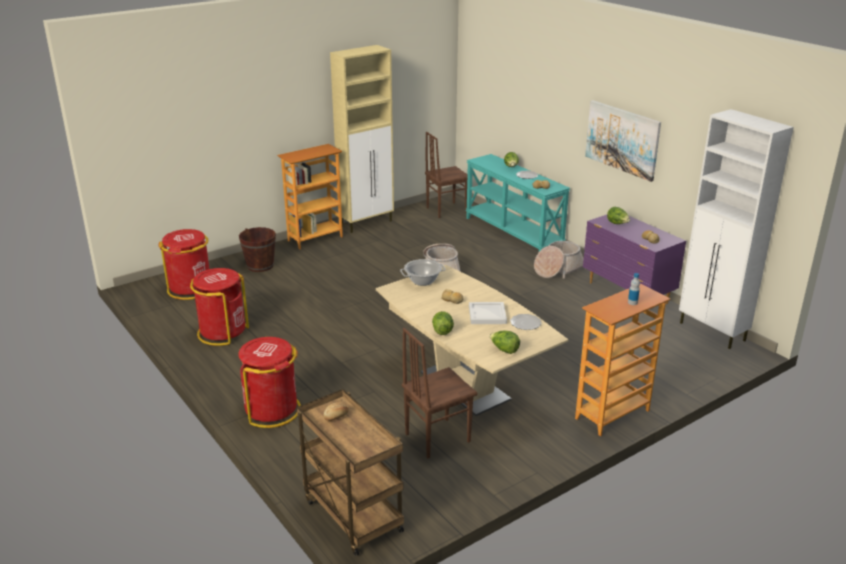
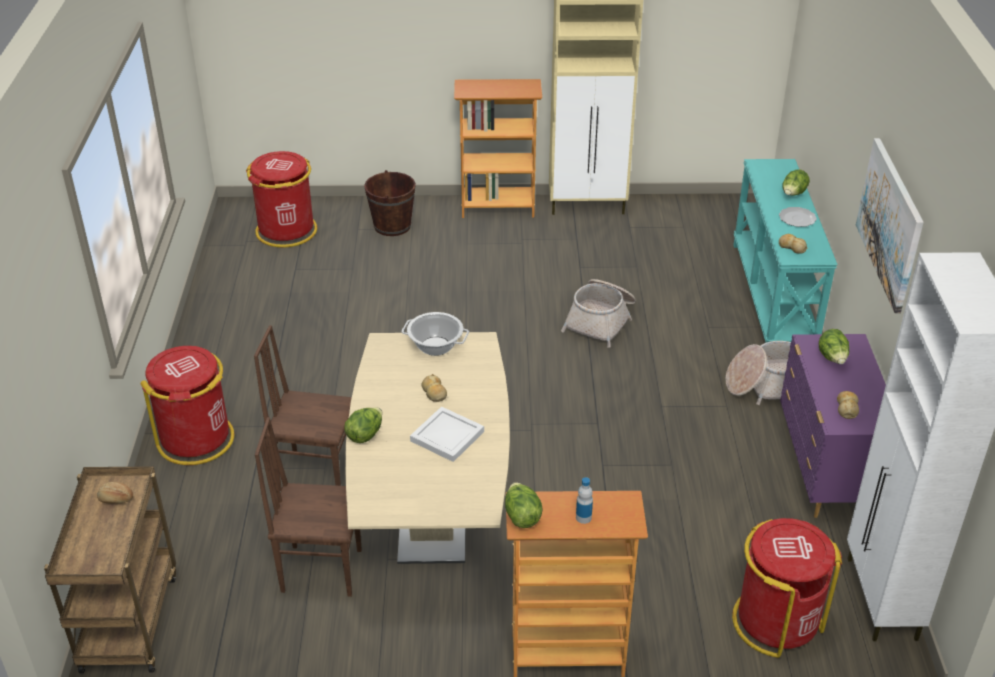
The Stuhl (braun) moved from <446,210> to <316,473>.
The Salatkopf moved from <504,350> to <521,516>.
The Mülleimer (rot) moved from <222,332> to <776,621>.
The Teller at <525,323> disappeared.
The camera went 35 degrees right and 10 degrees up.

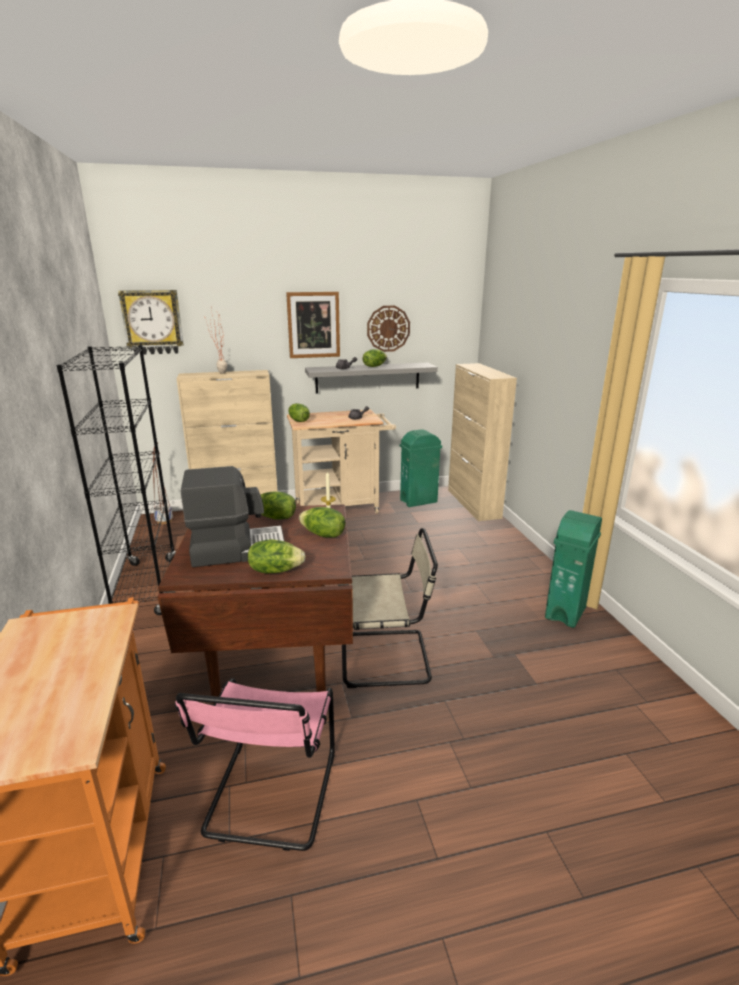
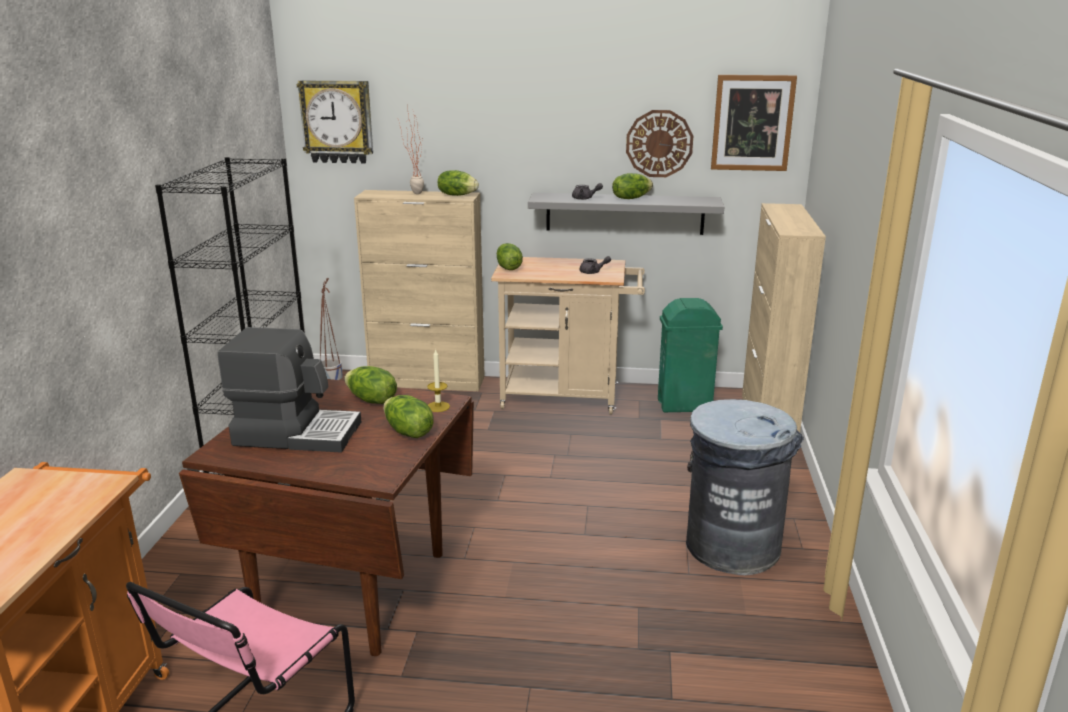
The Salatkopf moved from <275,570> to <457,195>.
The Mülleimer (grau) at <732,546> appeared.
The Bild moved from <313,325> to <752,123>.
The Stuhl (beige) at <388,658> disappeared.
The Mülleimer (grün) at <566,611> disappeared.
The camera went 20 degrees right and 0 degrees up.

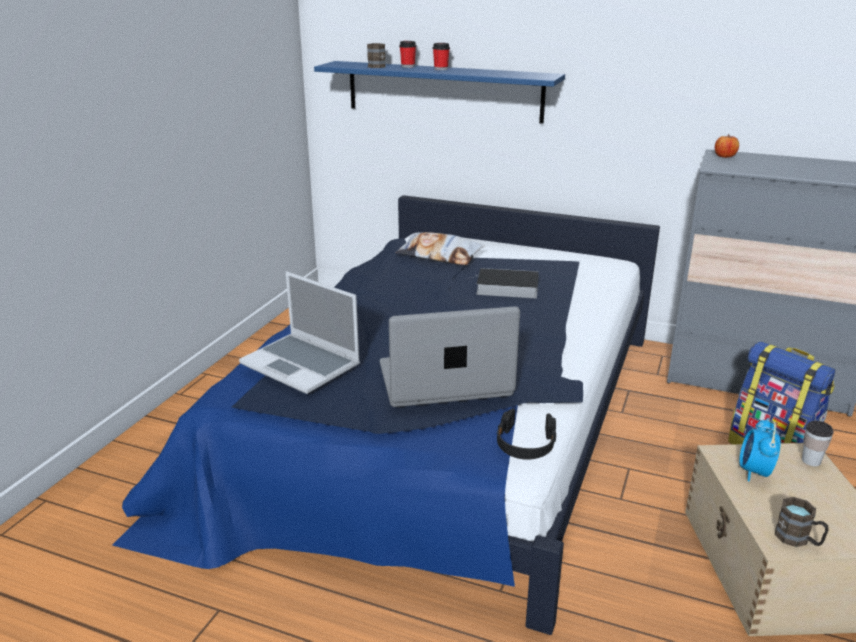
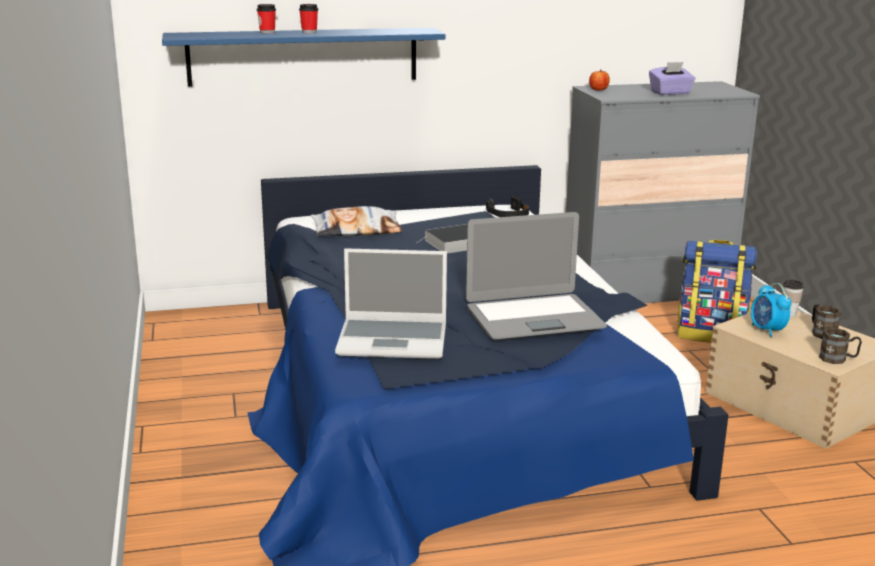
The Laptop at <445,381> turned 150 degrees counterclockwise.
The Kopfhörer (schwarz) moved from <525,443> to <508,215>.
The Taschentuchbox (lila) at <670,93> appeared.
The Henkelbecher (braun) moved from <378,66> to <821,332>.
The camera went 35 degrees left and 5 degrees down.

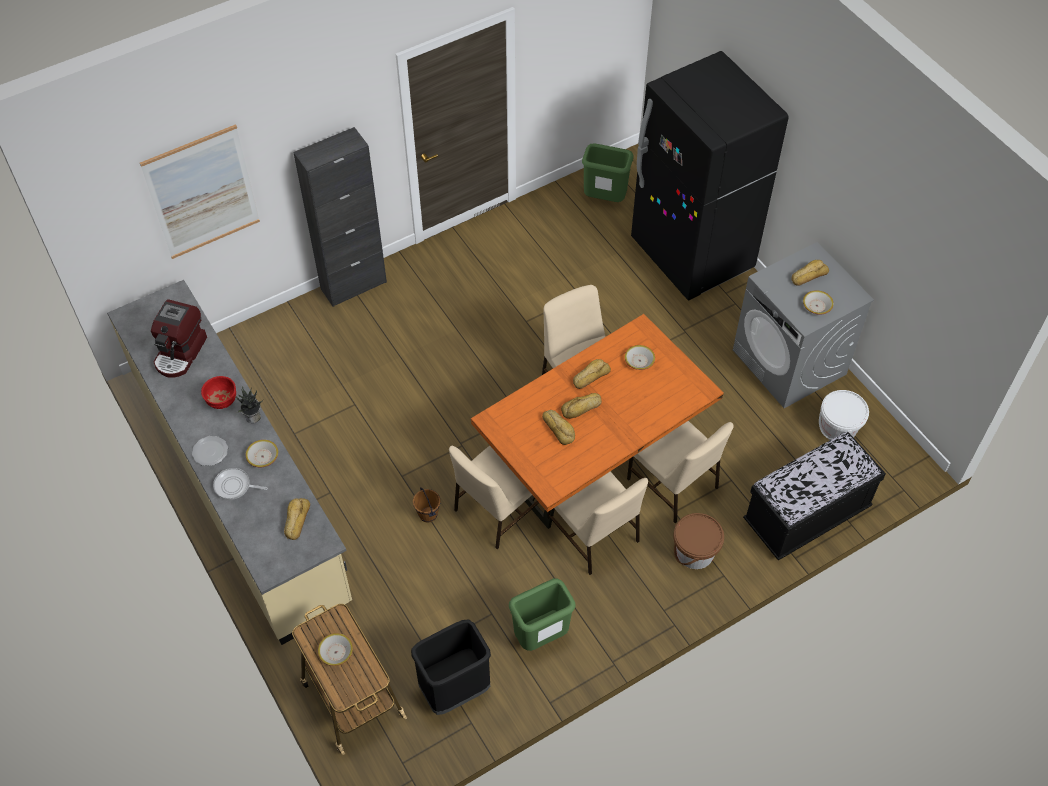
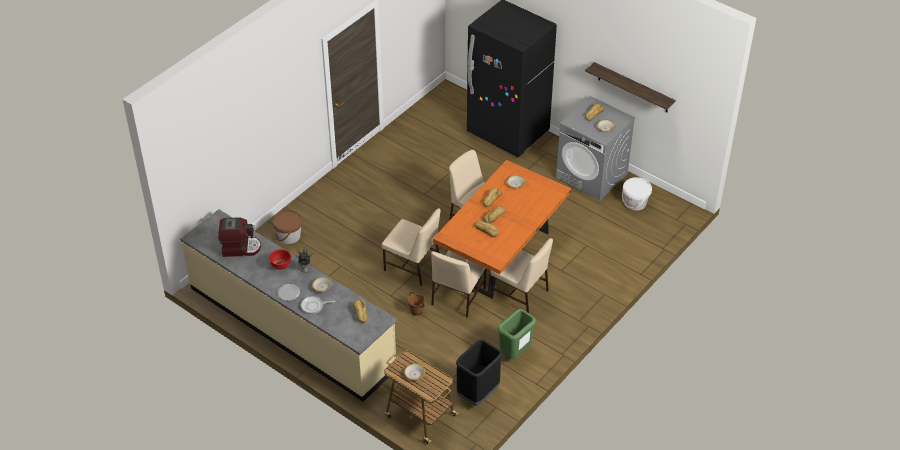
The Kaffeemaschine at <181,353> turned 90 degrees counterclockwise.
The Eimer (braun) moved from <694,552> to <289,236>.
The Stuhl (beige) moved from <673,485> to <413,266>.
The Wandregal at <633,88> appeared.
The Bild at <202,192> disappeared.
The Schrank (schwarz) at <353,285> disappeared.
The Mülleimer (grün) at <605,199> disappeared.
The Bank (schwarz) at <806,515> disappeared.
The camera went 20 degrees left and 10 degrees down.

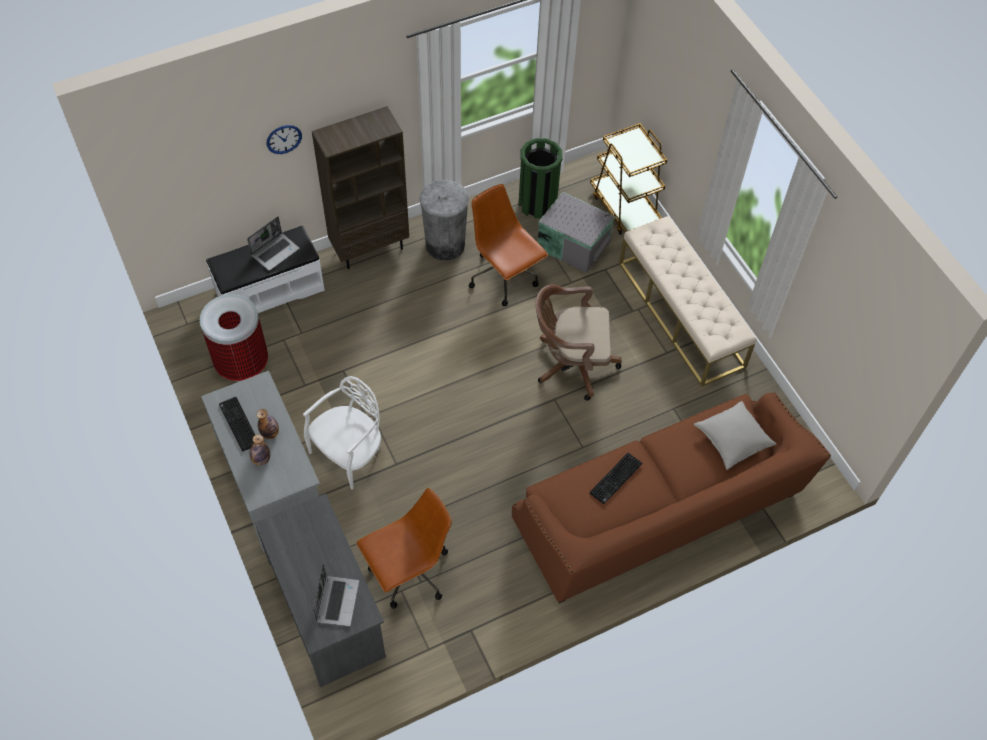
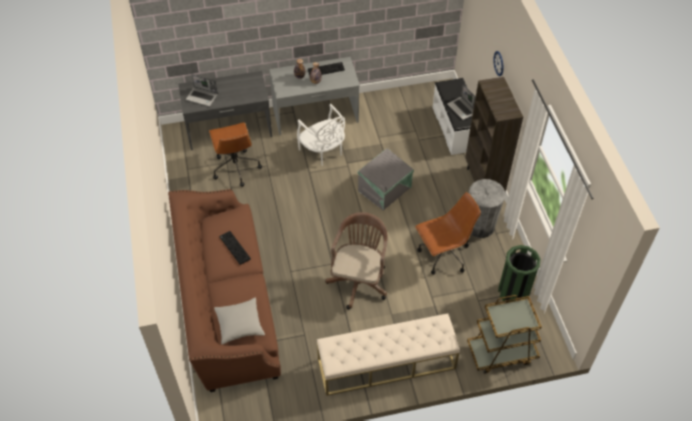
The Aufbewahrungsbox (grau) moved from <573,244> to <385,189>.
The Mülleimer at <242,363> disappeared.
The camera went 105 degrees right and 5 degrees down.

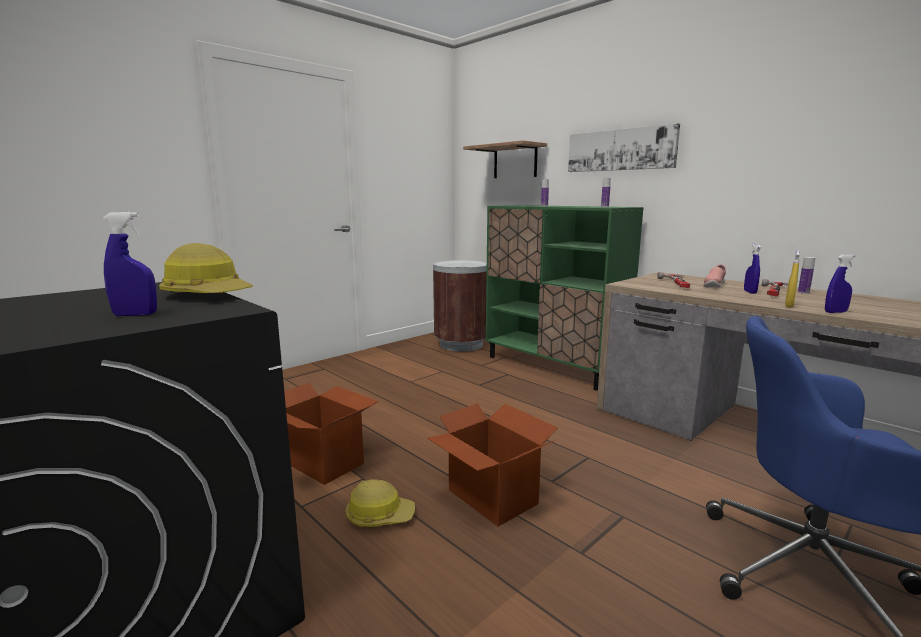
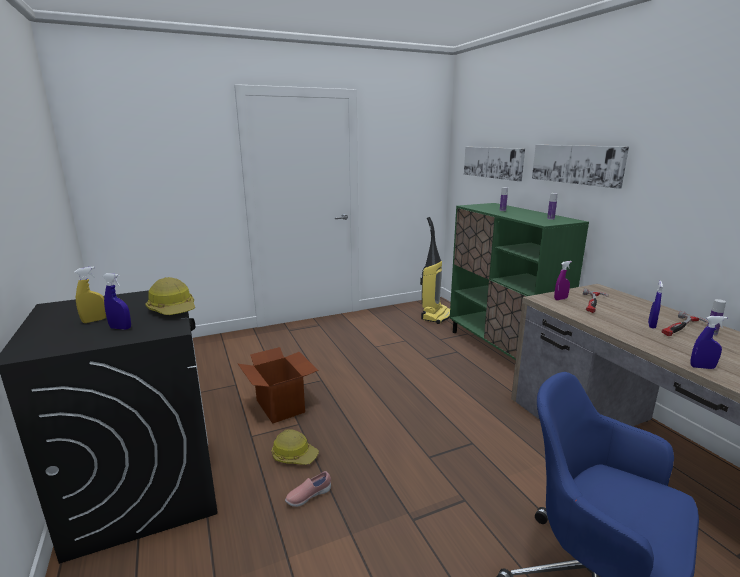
The Sprühflasche (gelb) moved from <789,305> to <94,320>.
The Schuh (rosa) moved from <713,286> to <308,496>.
The Mülleimer (braun) at <461,344> was replaced by the Staubsauger at <436,316>.
The Wandregal at <515,161> was replaced by the Bild at <493,162>.
The Sprühflasche (lila) at <560,299> appeared.
The Karton at <491,497> disappeared.
The camera went 20 degrees right and 5 degrees up.

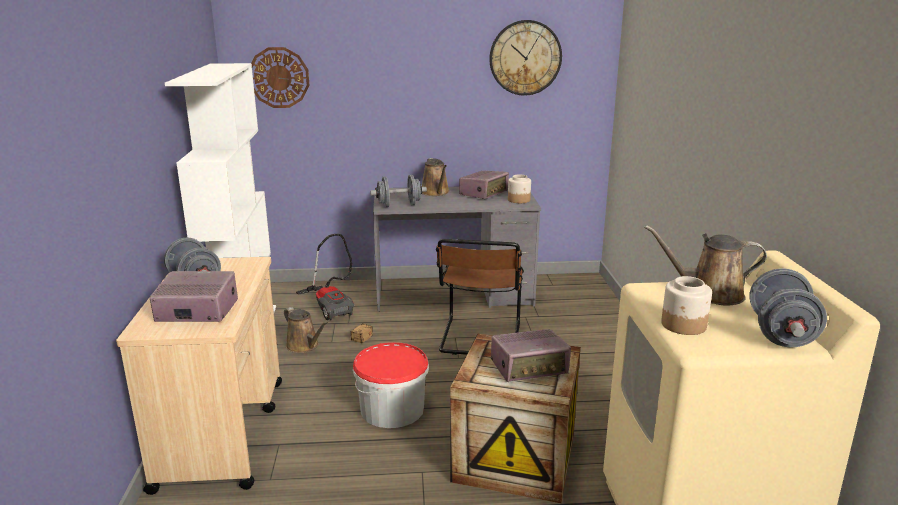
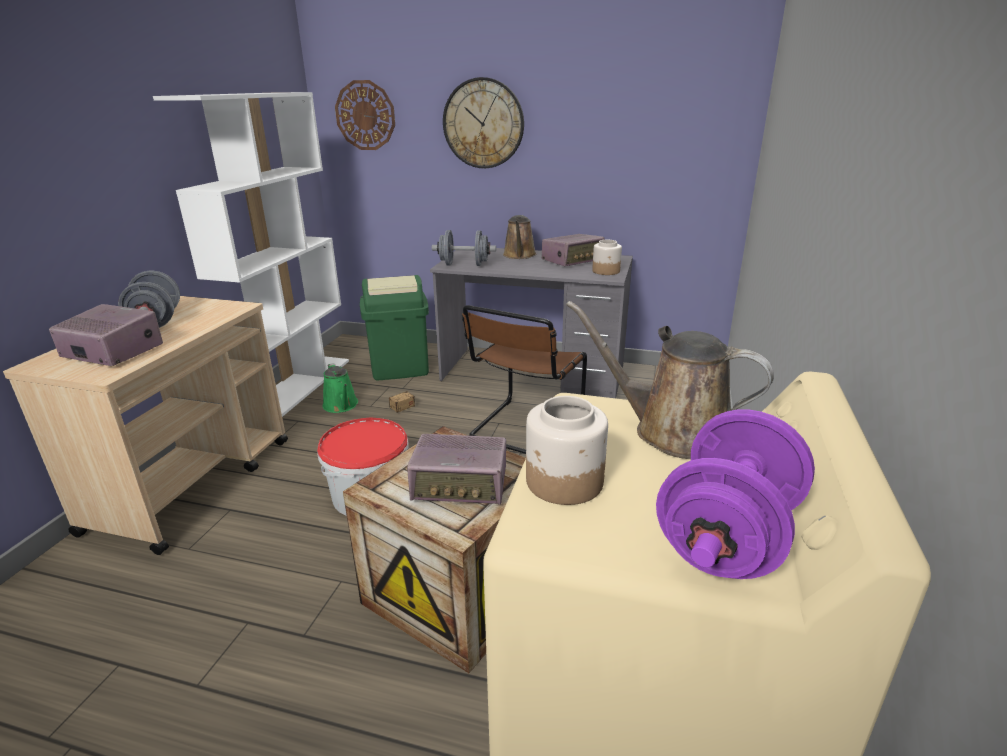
The Gießkanne (braun) at <304,346> became the Gießkanne (grün) at <341,406>.
The Staubsauger at <331,306> was replaced by the Mülleimer (grün) at <399,368>.
The Wanduhr moved from <525,58> to <483,124>.
The Hantel (grau) at <781,333> became the Hantel (lila) at <727,537>.
The camera went 20 degrees right and 5 degrees up.

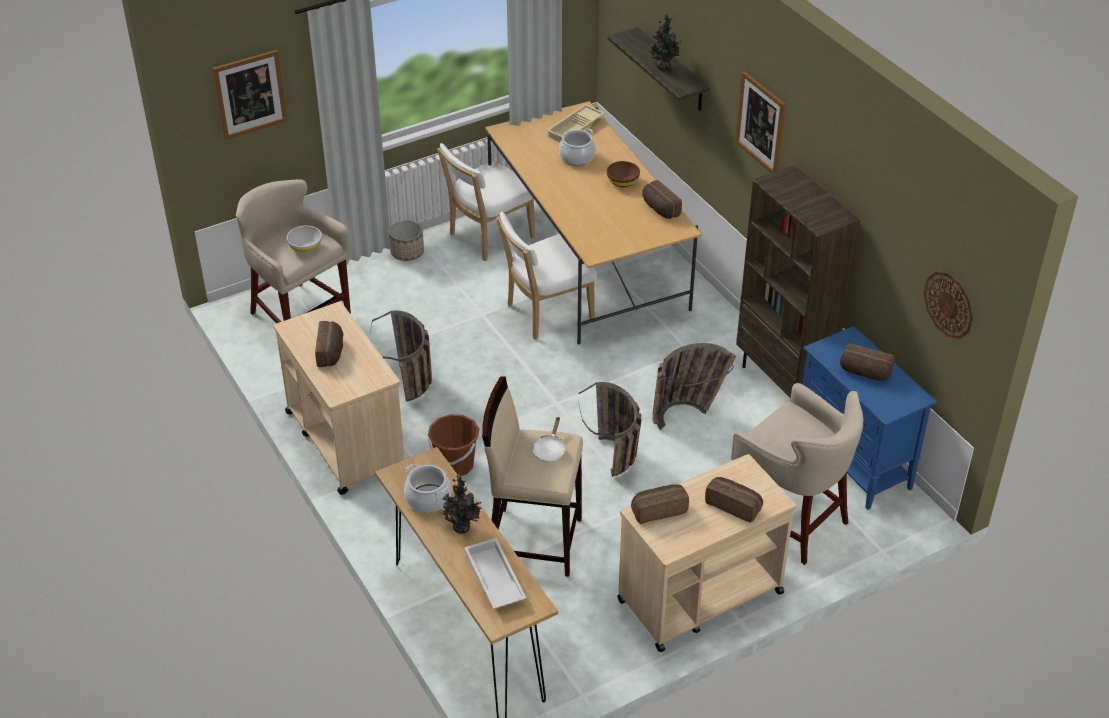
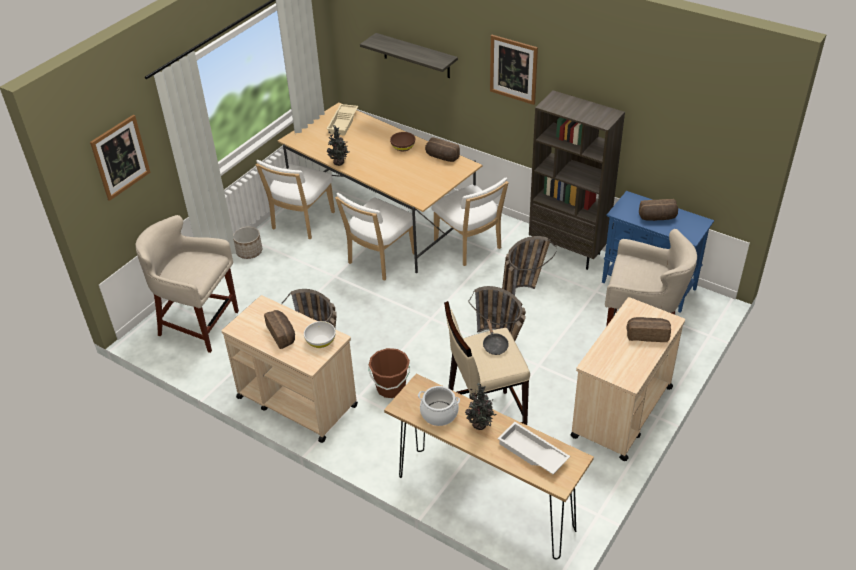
The Schüssel (weiß) moved from <305,247> to <321,341>.
The Topfpflanze moved from <664,68> to <339,163>.
The Stuhl (weiß) at <469,246> appeared.
The Pfanne (weiß) at <549,450> became the Pfanne (schwarz) at <494,345>.
The Kochtopf at <577,157> disappeared.
The Brot at <658,509> disappeared.
The Wanduhr at <949,304> disappeared.
The camera went 25 degrees left and 0 degrees up.

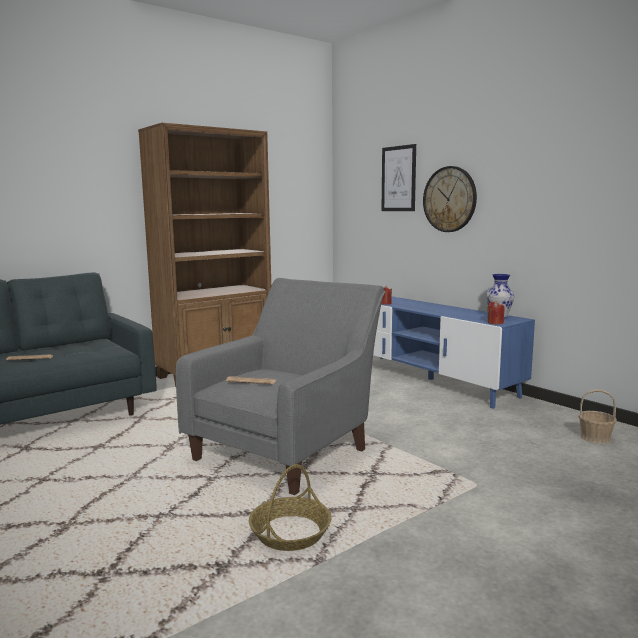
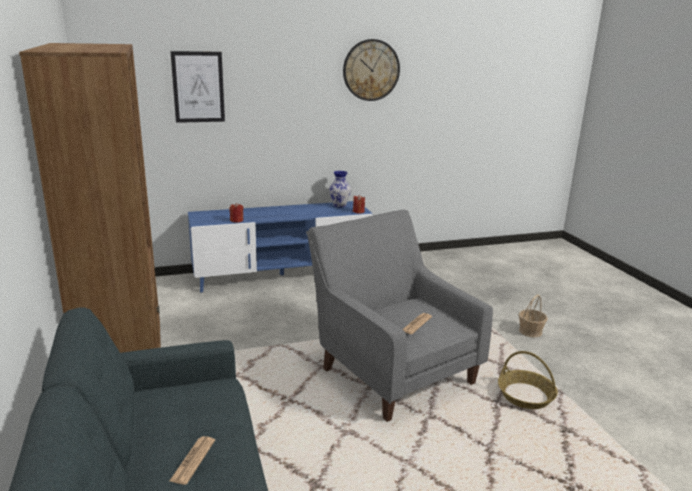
The Wanduhr moved from <449,199> to <371,70>.
The Korb moved from <595,438> to <530,331>.
The camera went 70 degrees left and 10 degrees up.

